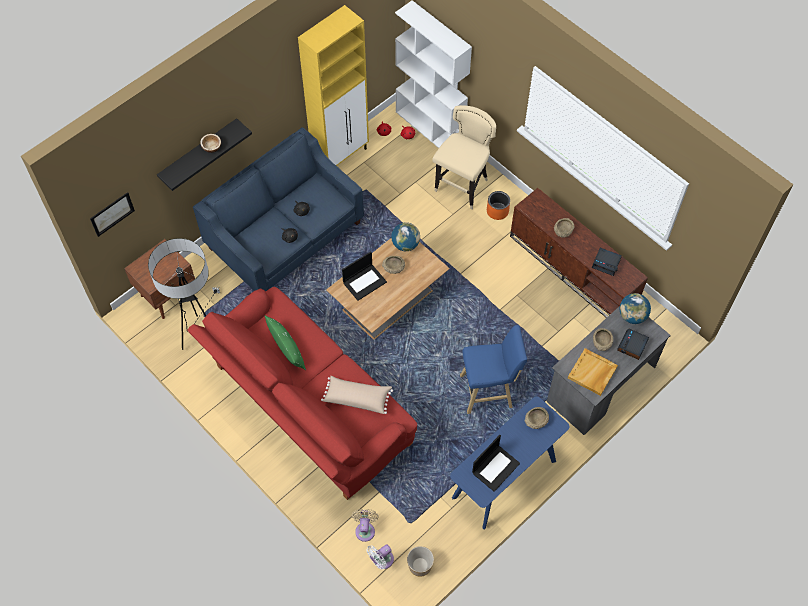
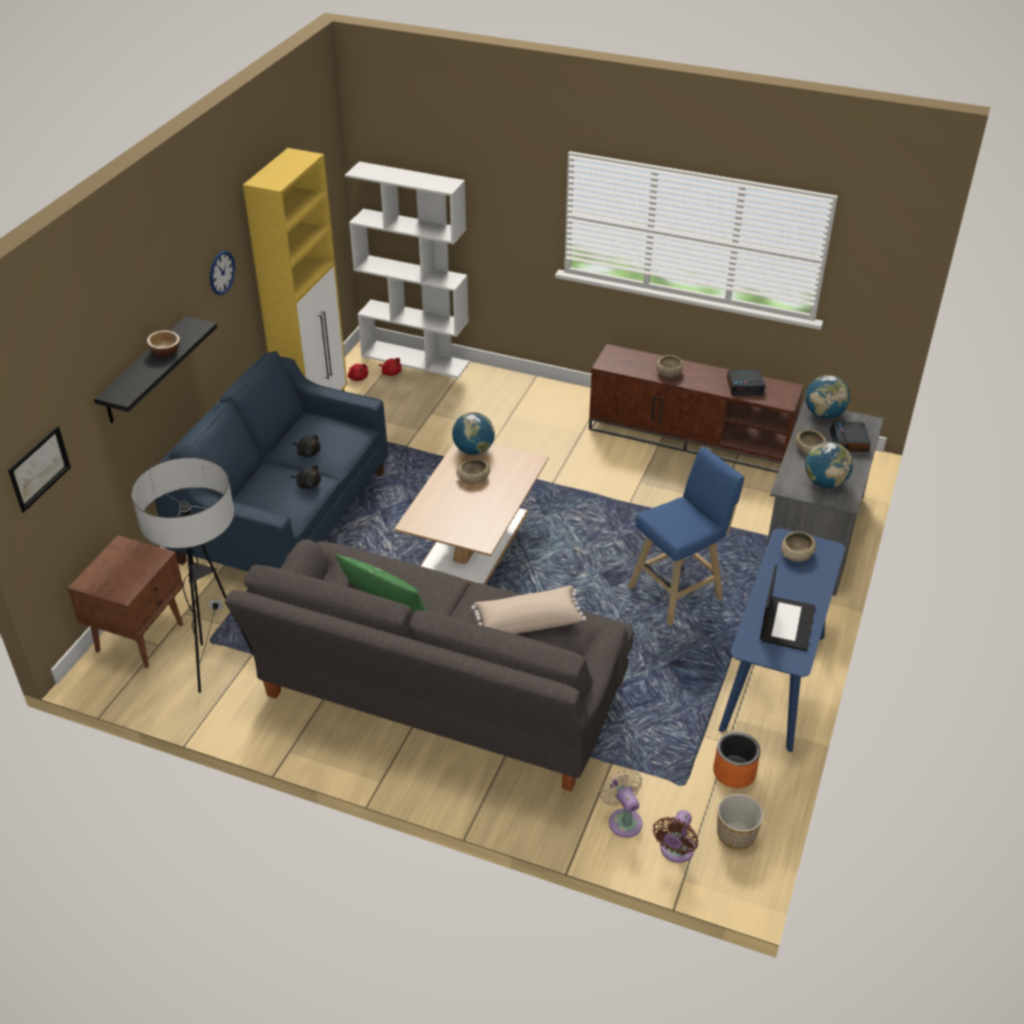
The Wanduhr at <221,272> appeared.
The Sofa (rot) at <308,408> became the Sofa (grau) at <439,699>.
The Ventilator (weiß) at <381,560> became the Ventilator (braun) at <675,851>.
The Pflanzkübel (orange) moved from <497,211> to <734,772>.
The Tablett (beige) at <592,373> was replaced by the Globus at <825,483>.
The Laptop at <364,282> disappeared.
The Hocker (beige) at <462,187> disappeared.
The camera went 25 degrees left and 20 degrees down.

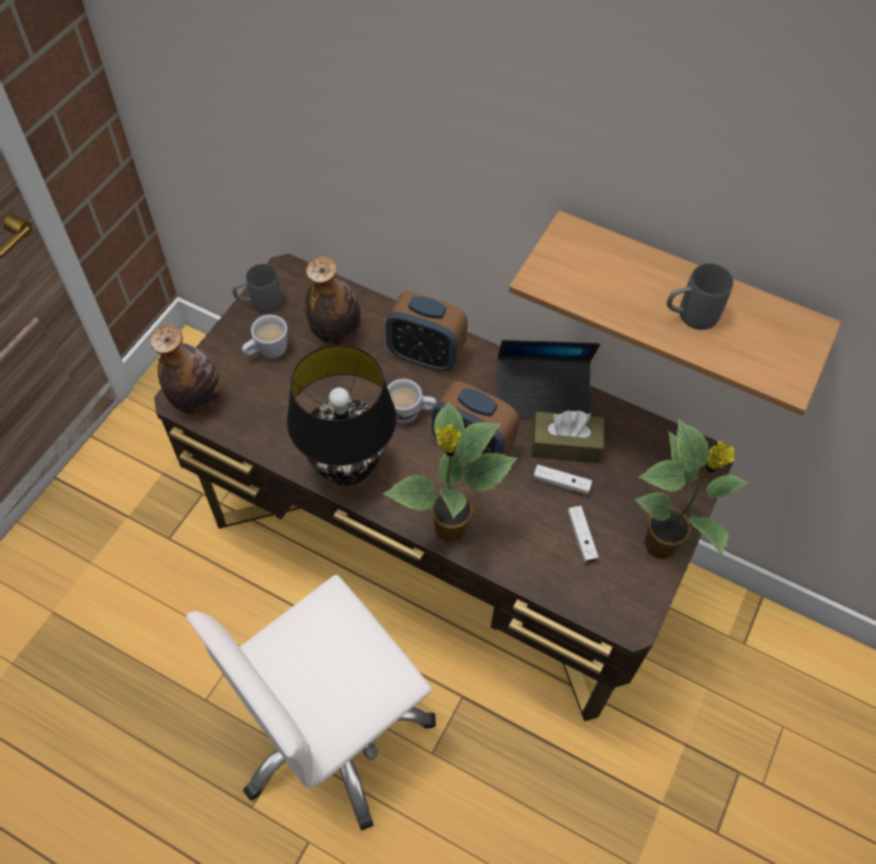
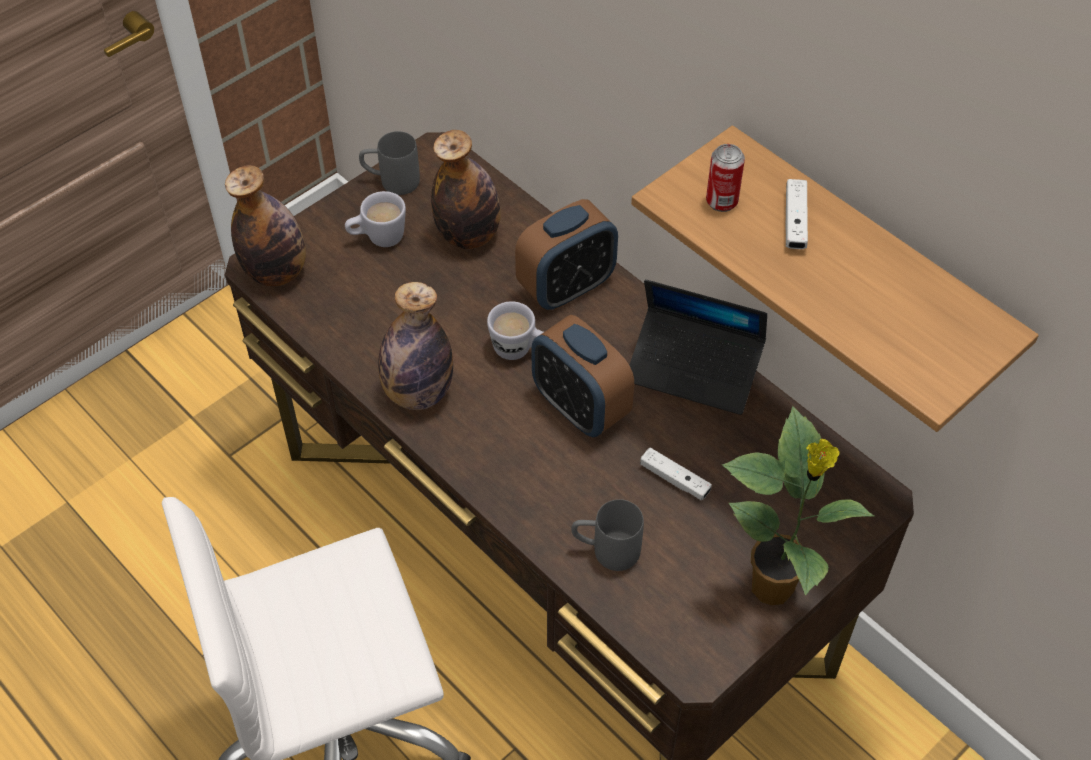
The Tischlampe (schwarz) at <346,468> was replaced by the Flasche at <418,393>.
The Wecker at <425,355> turned 75 degrees counterclockwise.
The Henkelbecher (grau) moved from <689,316> to <605,550>.
The Dose at <721,201> appeared.
The Gamepad (weiß) moved from <581,537> to <795,222>.
The Topfpflanze at <449,530> disappeared.
The Taschentuchbox (braun) at <565,445> disappeared.
The camera went 20 degrees right and 5 degrees down.

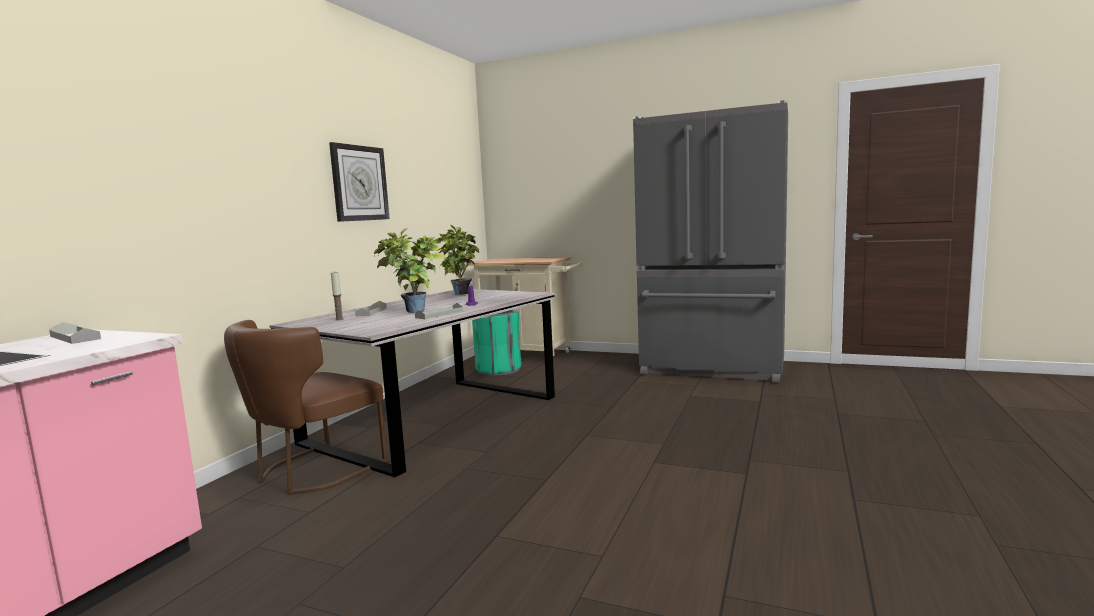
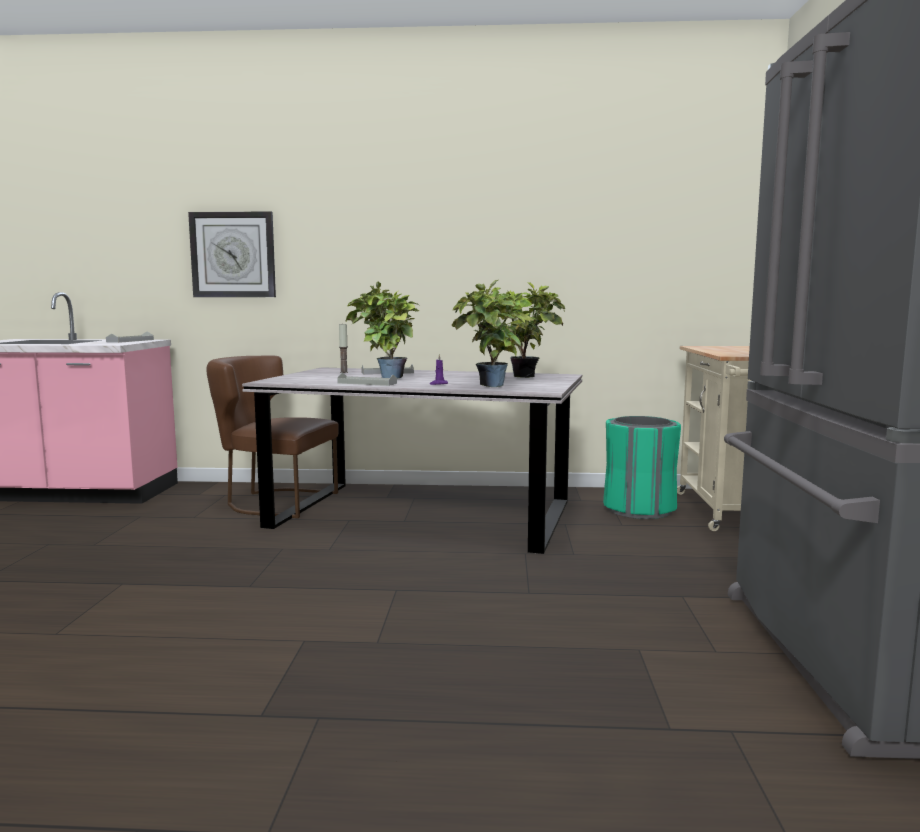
The Wanduhr moved from <359,183> to <233,255>.
The Topfpflanze at <492,386> appeared.
The camera went 70 degrees right and 0 degrees up.

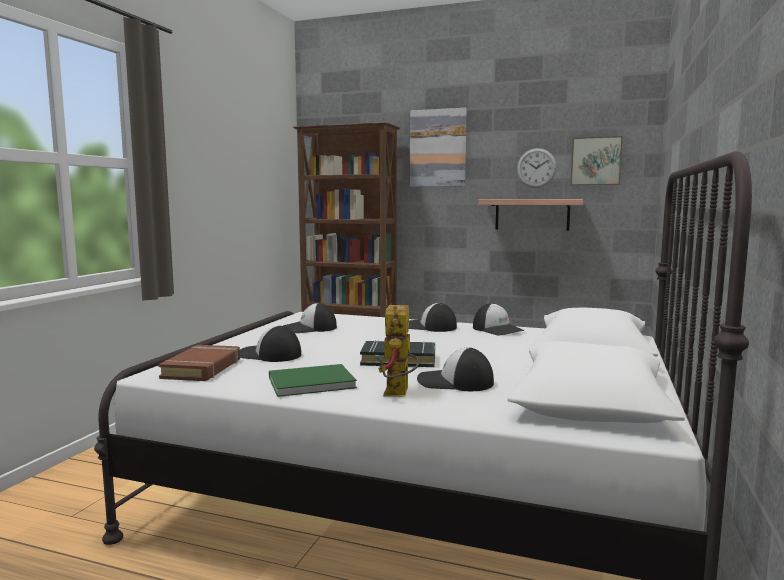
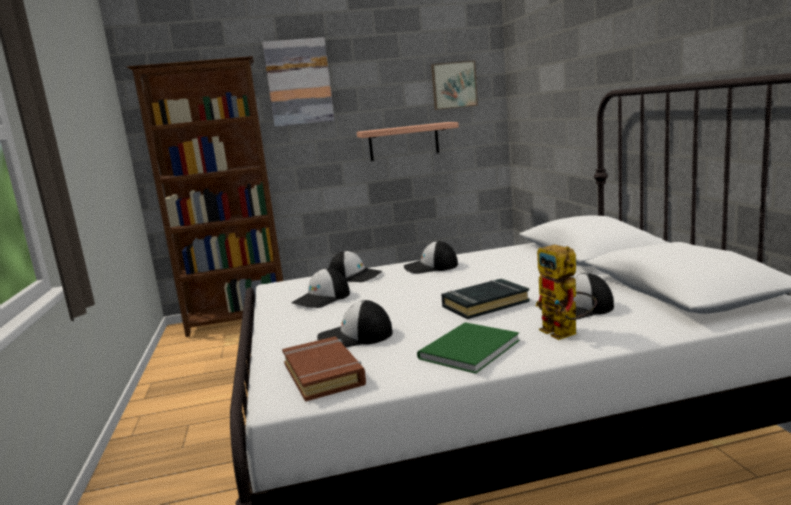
The Kappe moved from <498,330> to <355,276>.
The Wanduhr at <536,168> disappeared.
The camera went 30 degrees left and 5 degrees up.

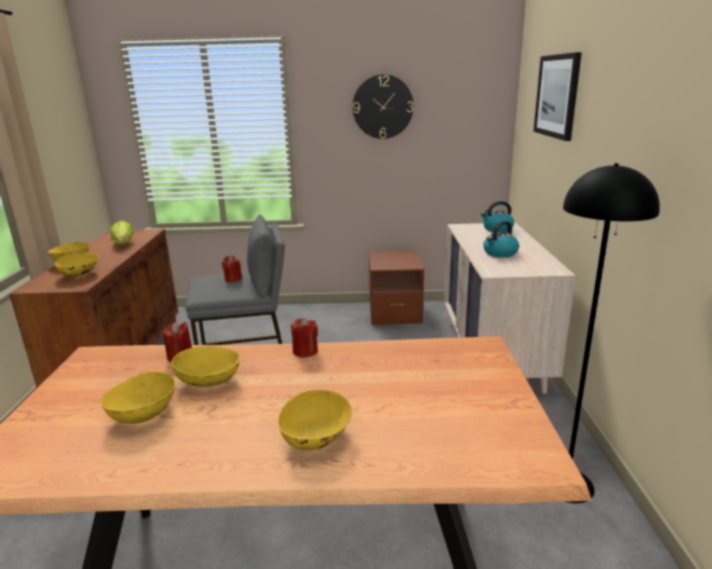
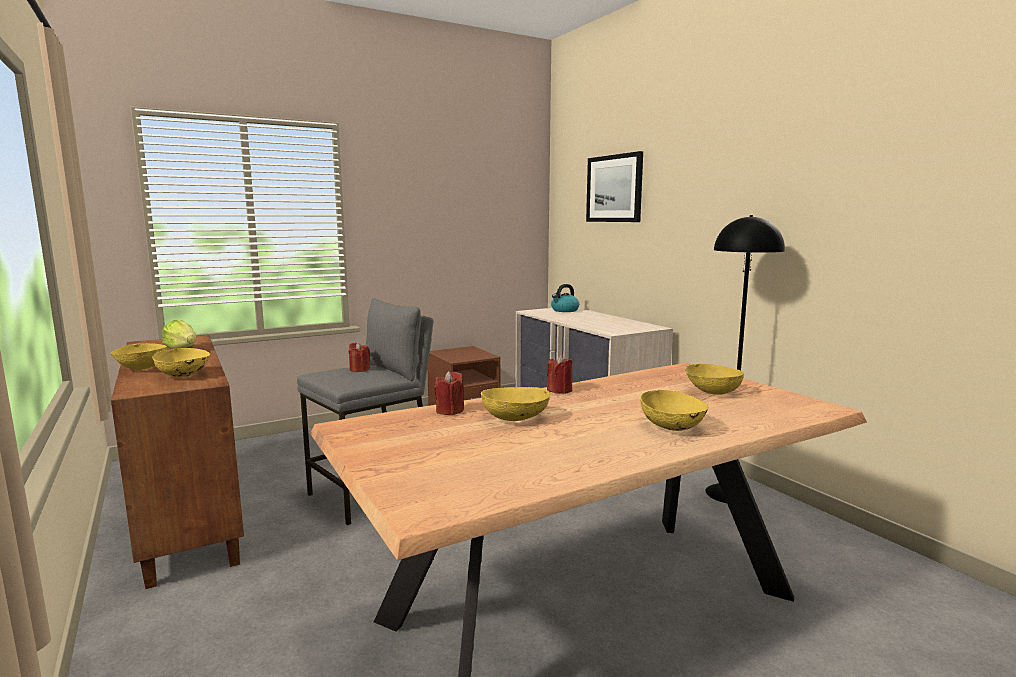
The Schüssel (gelb) moved from <143,414> to <711,392>.
The Wanduhr at <383,107> disappeared.
The Wasserkessel at <500,253> disappeared.
The camera went 30 degrees left and 10 degrees down.

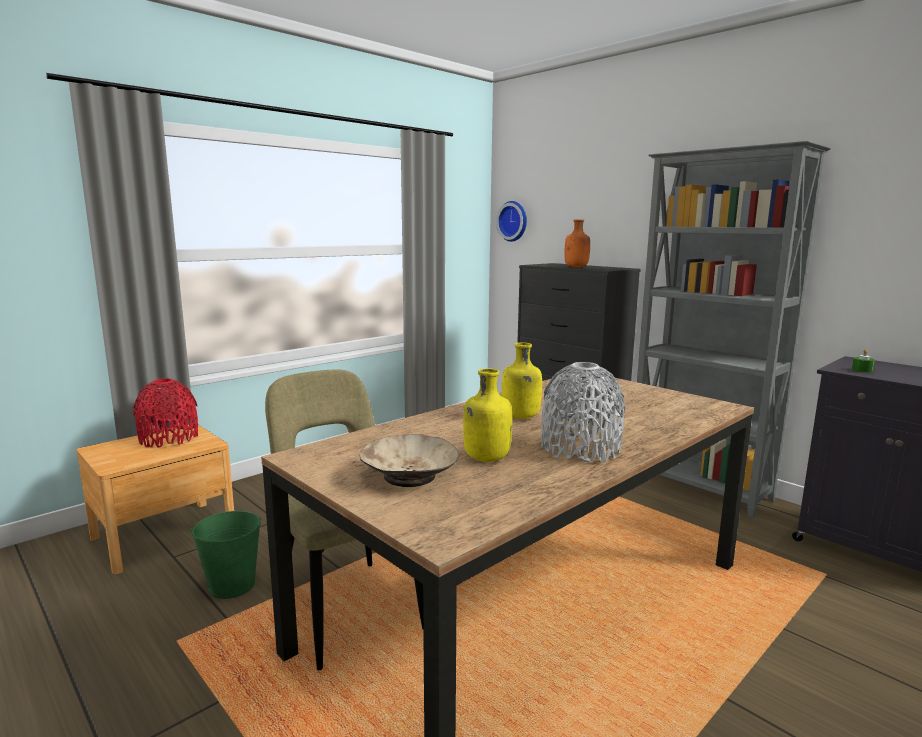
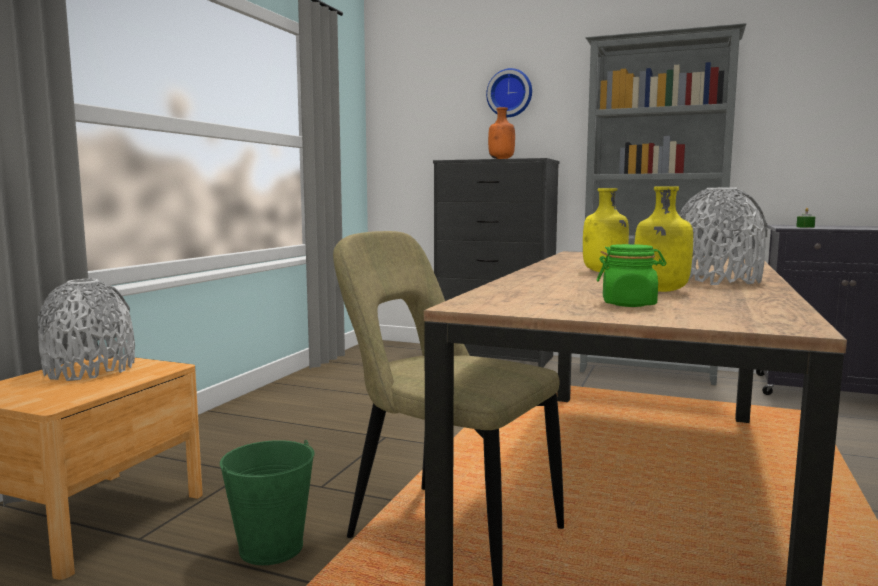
The Vase (rot) at <169,438> became the Vase (grau) at <90,370>.
The Wanduhr moved from <513,221> to <510,93>.
The Schüssel (beige) at <409,476> was replaced by the Vorratsglas (grün) at <629,304>.
The camera went 25 degrees left and 5 degrees down.

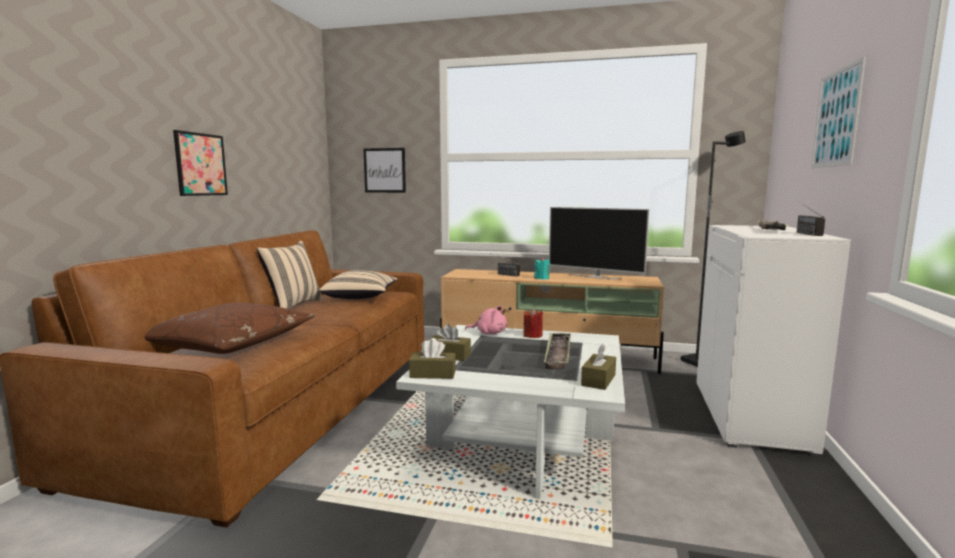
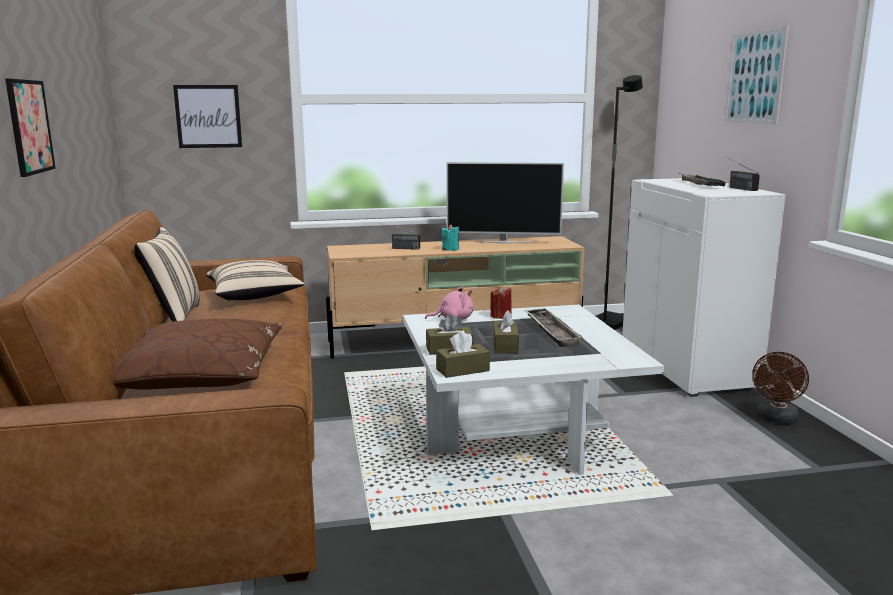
The Taschentuchbox (braun) moved from <598,380> to <505,346>.
The Ventilator (braun) at <776,419> appeared.
The camera went 25 degrees left and 5 degrees up.

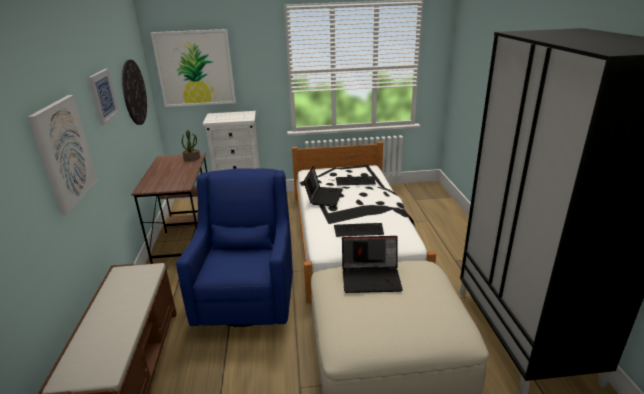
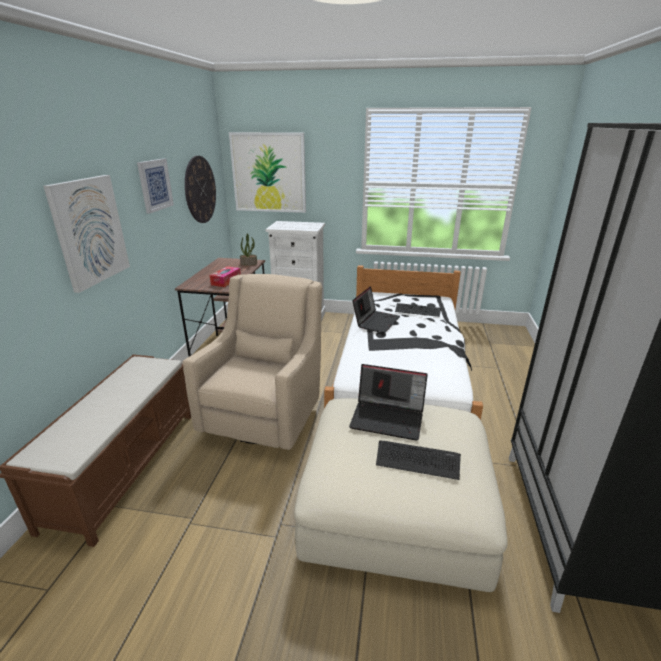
The Sessel (blau) at <248,298> became the Sessel (beige) at <266,414>.
The Taschentuchbox at <226,281> appeared.
The Tastatur moved from <358,230> to <417,460>.
The camera went 15 degrees right and 0 degrees up.

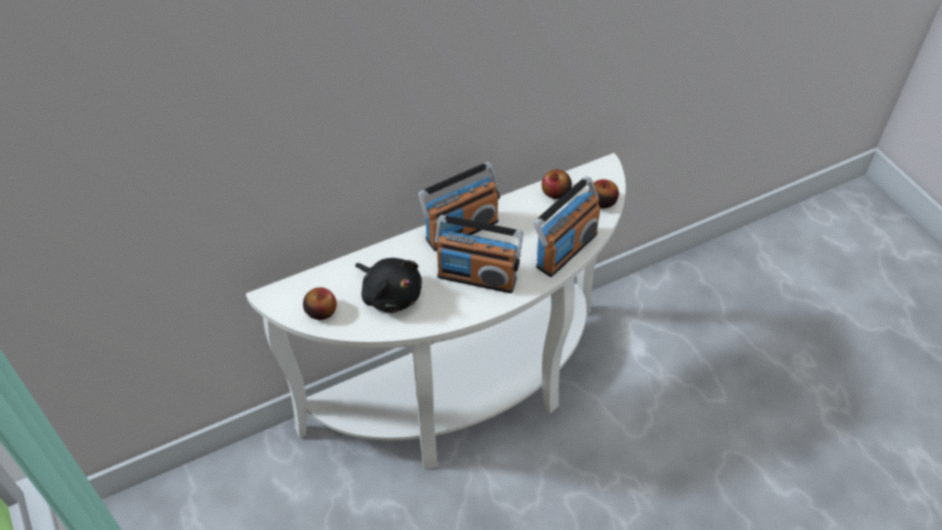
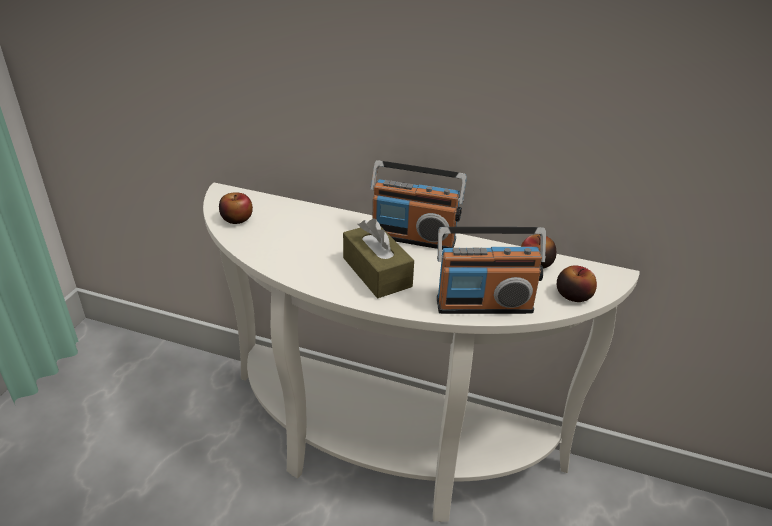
The Radio at <477,277> was replaced by the Taschentuchbox (braun) at <377,272>.
The Plüschtier (schwarz) at <390,294> disappeared.
The camera went 45 degrees right and 15 degrees down.

